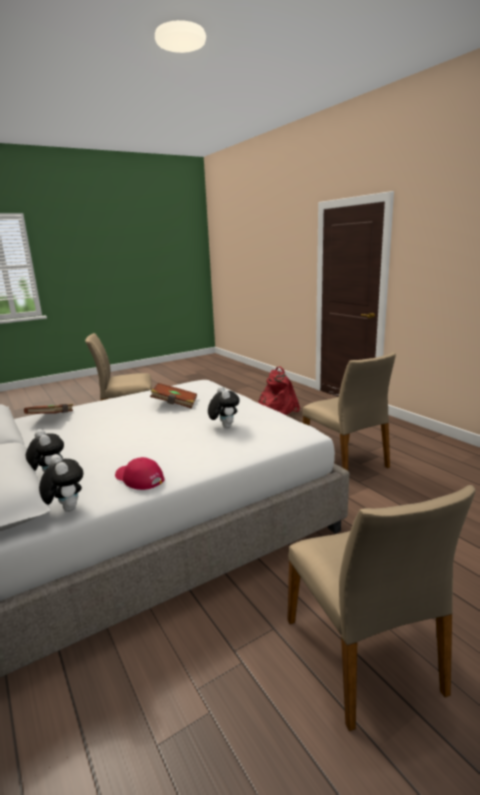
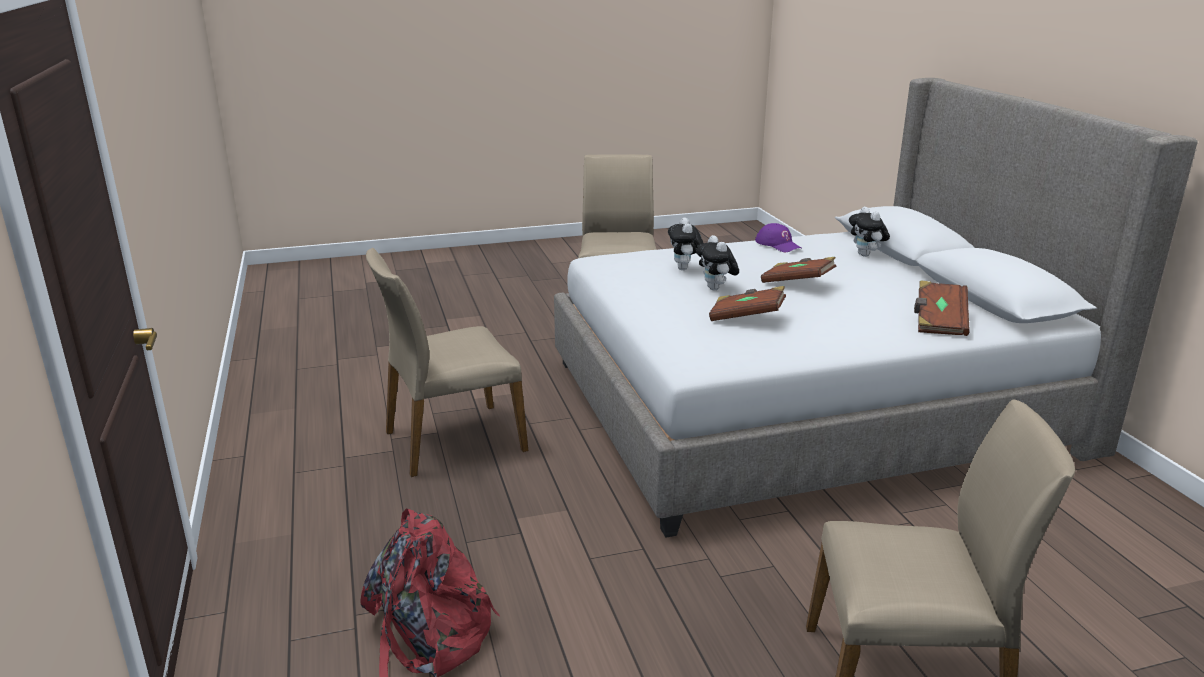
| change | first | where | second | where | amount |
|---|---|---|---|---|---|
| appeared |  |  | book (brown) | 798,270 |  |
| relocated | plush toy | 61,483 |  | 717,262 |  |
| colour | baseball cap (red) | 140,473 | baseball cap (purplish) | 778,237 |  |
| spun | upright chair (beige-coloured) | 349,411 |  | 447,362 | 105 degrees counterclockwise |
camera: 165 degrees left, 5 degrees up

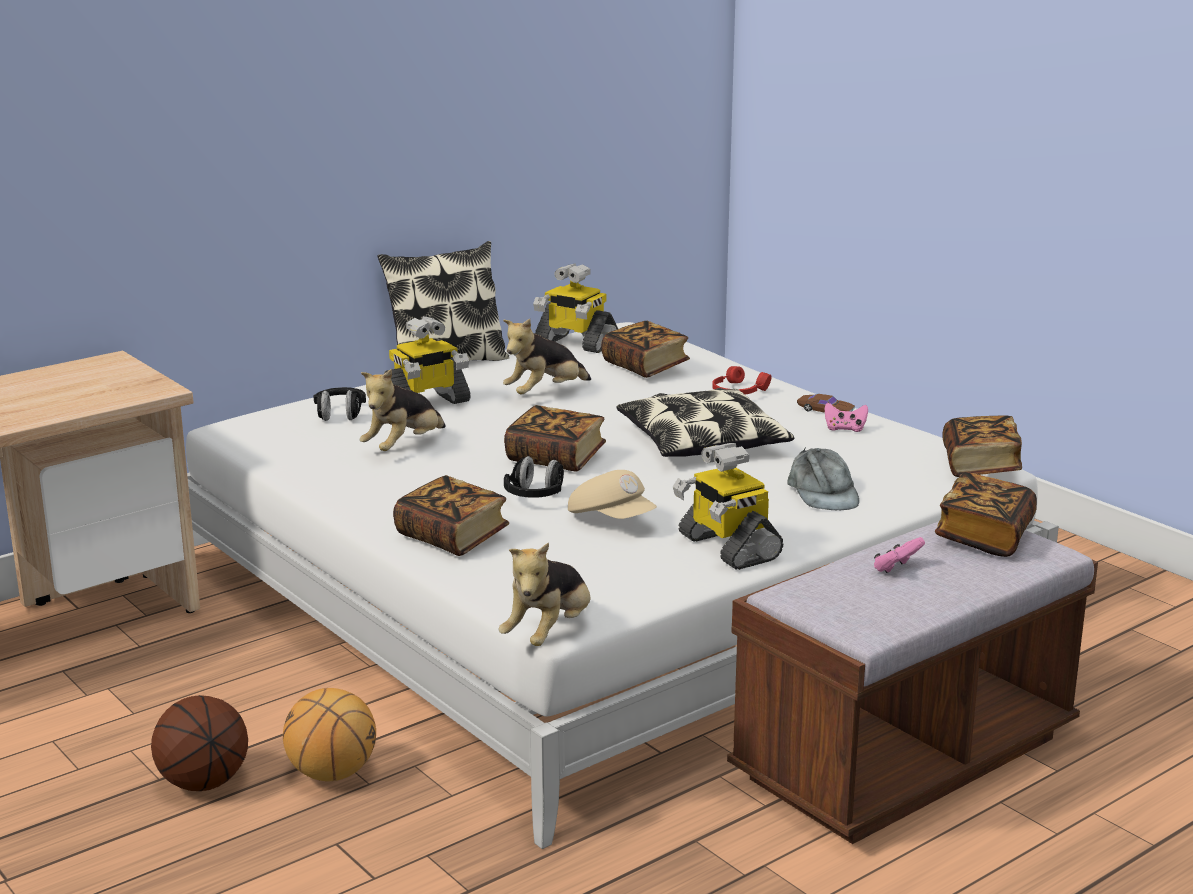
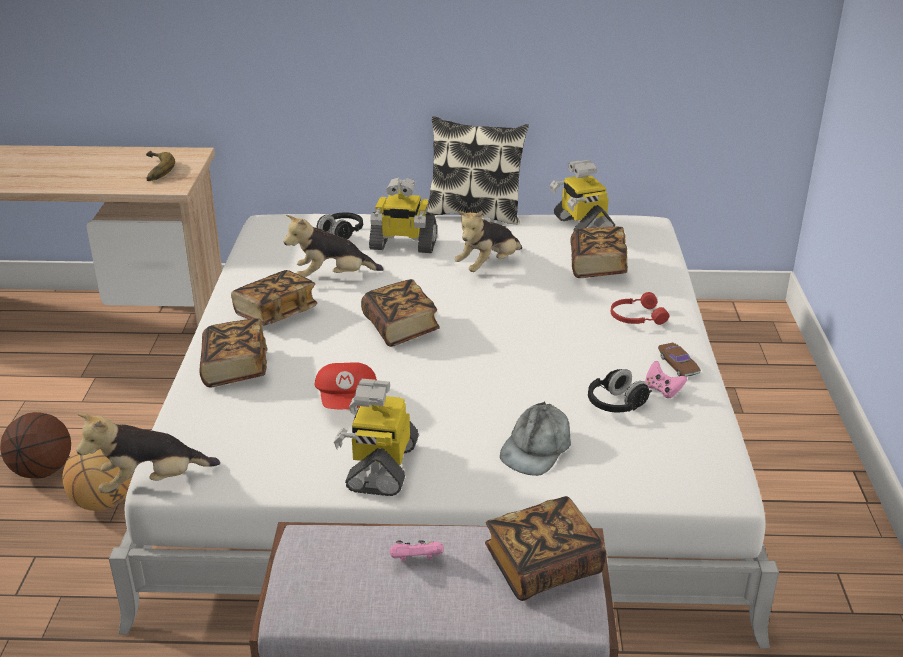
| change | first | where | second | where | amount |
|---|---|---|---|---|---|
| missing | cushion | 705,422 |  |  |  |
| appeared |  |  | banana | 160,166 |  |
| relocated | pair of headphones (blackish) | 534,477 |  | 620,391 |  |
| relocated | book | 982,446 |  | 274,297 |  |
| colour | baseball cap (beige-coloured) | 612,494 | baseball cap (red) | 345,385 |  |
| spun | plush toy | 547,356 |  | 488,241 | 45 degrees counterclockwise |
camera: 40 degrees right, 10 degrees up

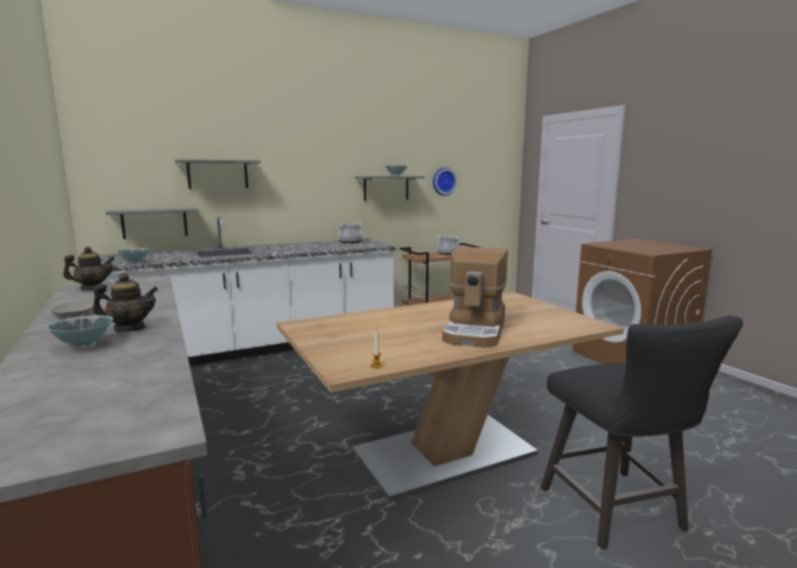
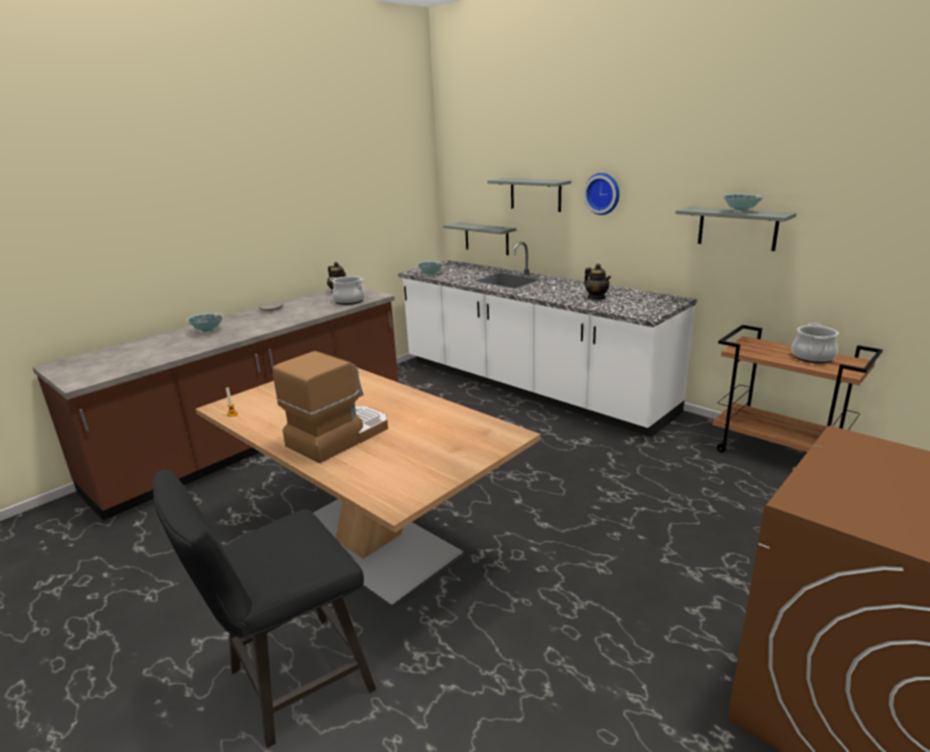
| change | first | where | second | where | amount |
|---|---|---|---|---|---|
| relocated | tea pot | 126,302 |  | 597,282 |  |
| relocated | saucepot | 350,233 |  | 347,290 |  |
| relocated | wall clock | 445,181 |  | 601,194 |  |
| spun | coffee brewer | 475,297 |  | 330,407 | 135 degrees clockwise |
camera: 70 degrees right, 10 degrees up

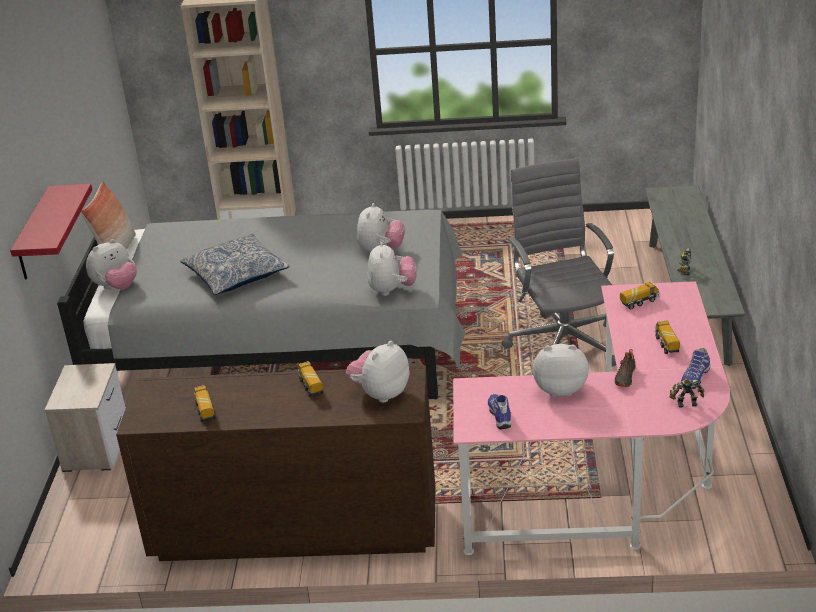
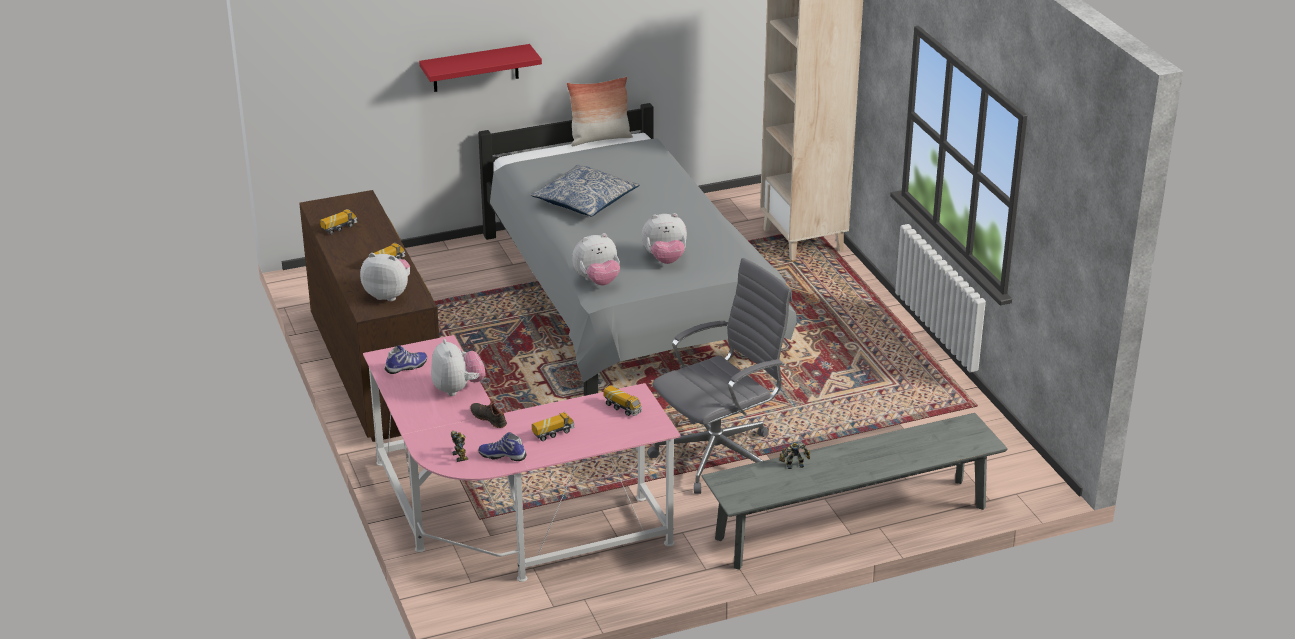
| change | first | where | second | where | amount |
|---|---|---|---|---|---|
| missing | bedside table | 85,417 |  |  |  |
| missing | plush toy | 111,264 |  |  |  |
| spun | shoe (blackish) | 625,368 |  | 488,414 | 45 degrees clockwise |
camera: 65 degrees right, 0 degrees up

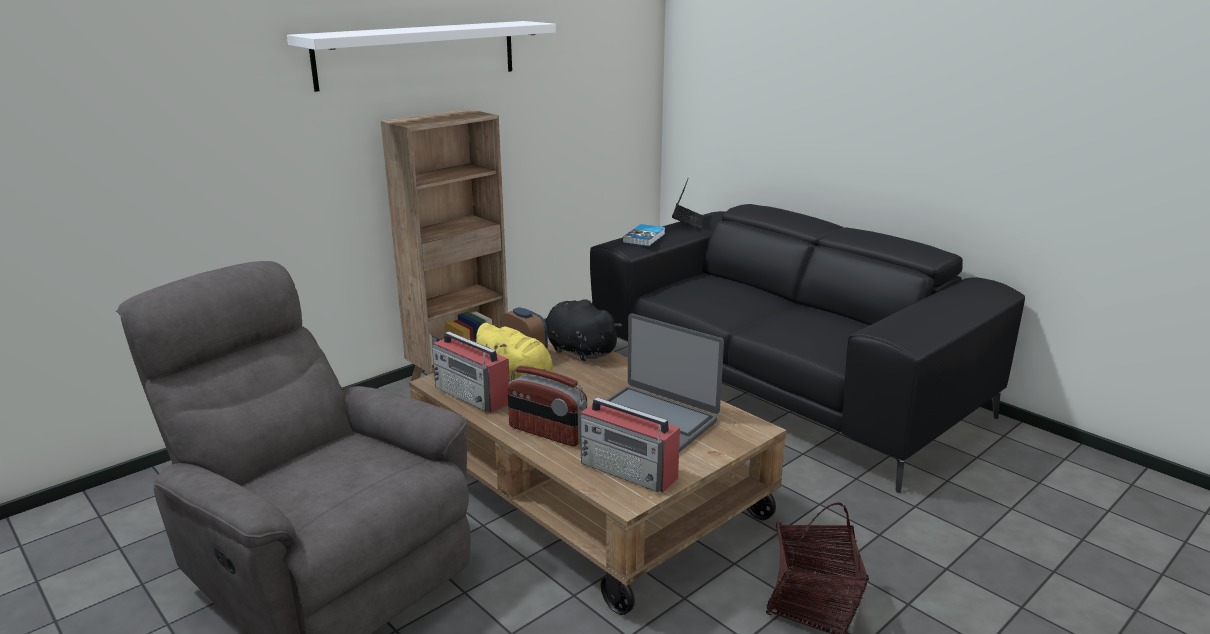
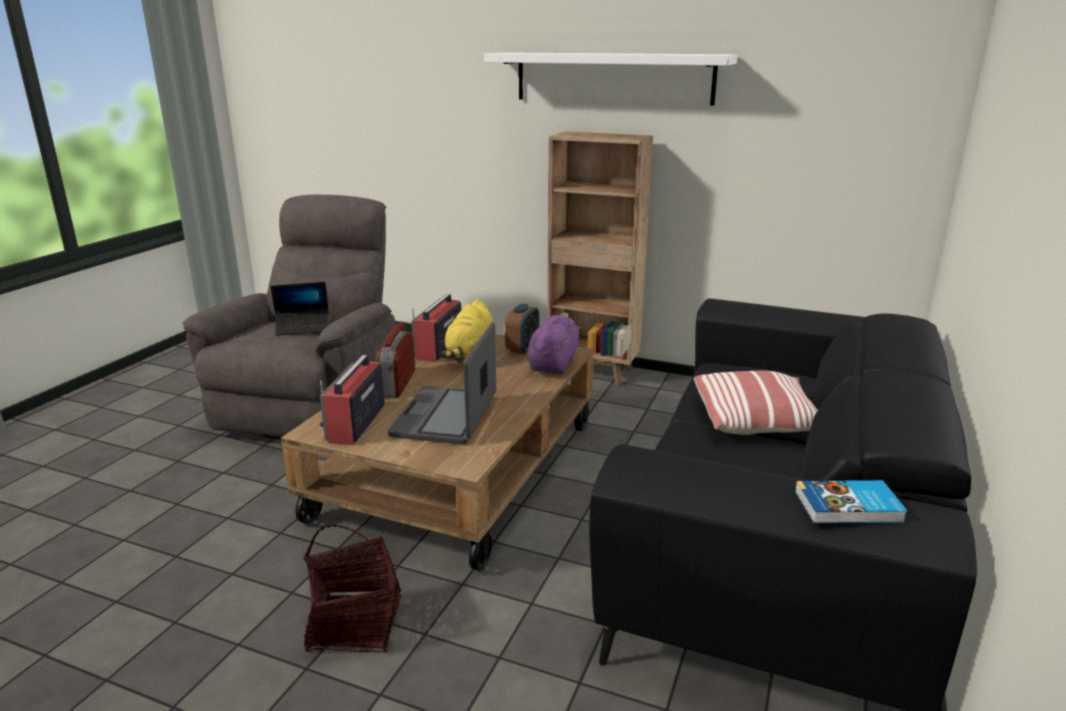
| change | first | where | second | where | amount |
|---|---|---|---|---|---|
| appeared |  |  | cushion | 756,403 |  |
| relocated | book | 644,235 |  | 851,501 |  |
| relocated | laptop | 688,204 |  | 300,309 |  |
| colour | plush toy (blackish) | 584,330 | plush toy (purplish) | 554,345 |  |
camera: 65 degrees right, 0 degrees up

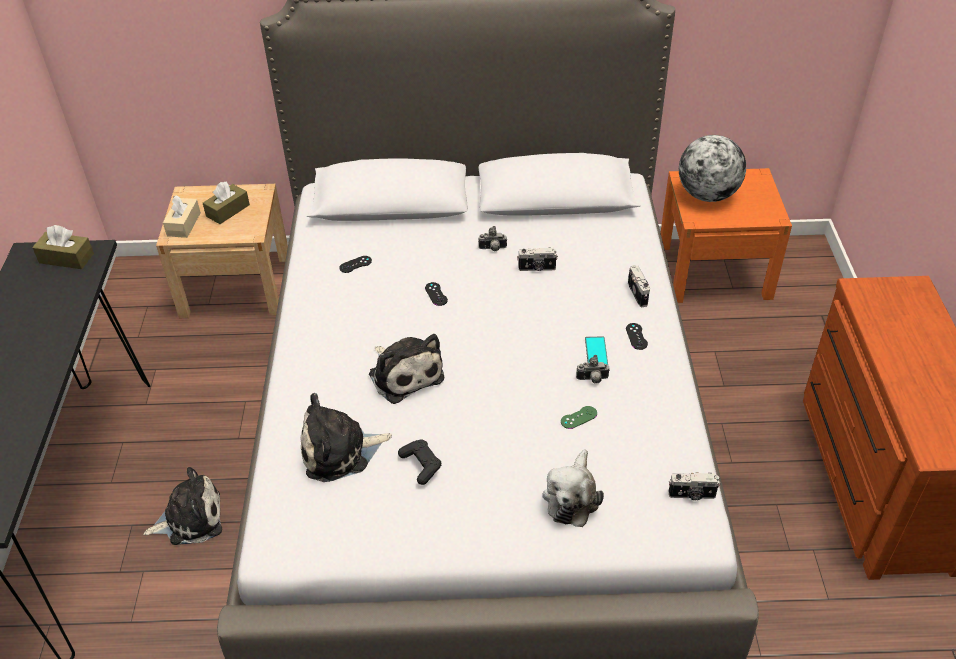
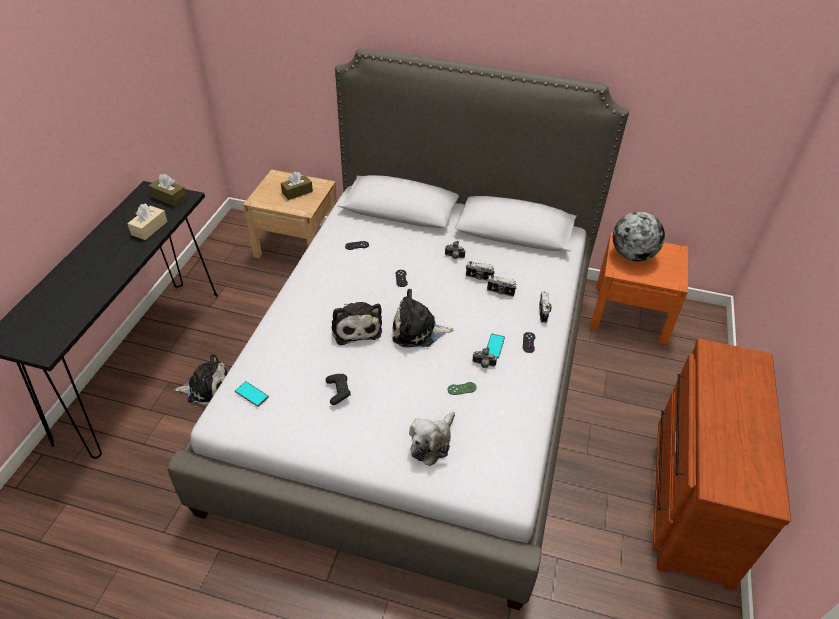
| change | first | where | second | where | amount |
|---|---|---|---|---|---|
| appeared |  |  | handset | 252,394 |  |
| relocated | tissue box (beige-coloured) | 182,216 |  | 147,222 |  |
| relocated | plush toy | 346,437 |  | 423,318 |  |
| relocated | still camera | 694,486 |  | 502,286 |  |
camera: 15 degrees right, 0 degrees up

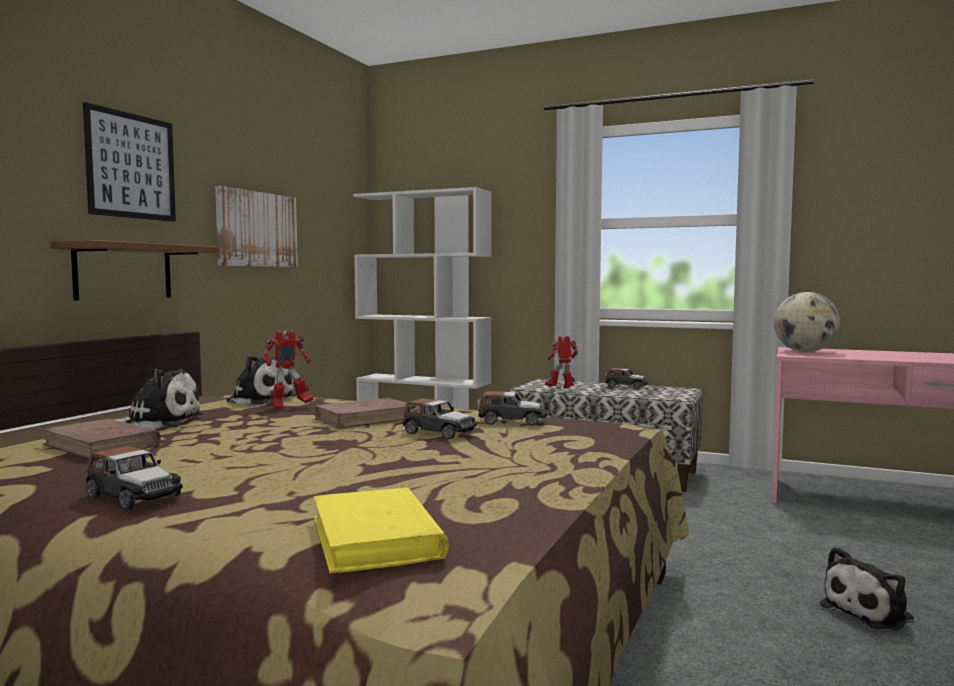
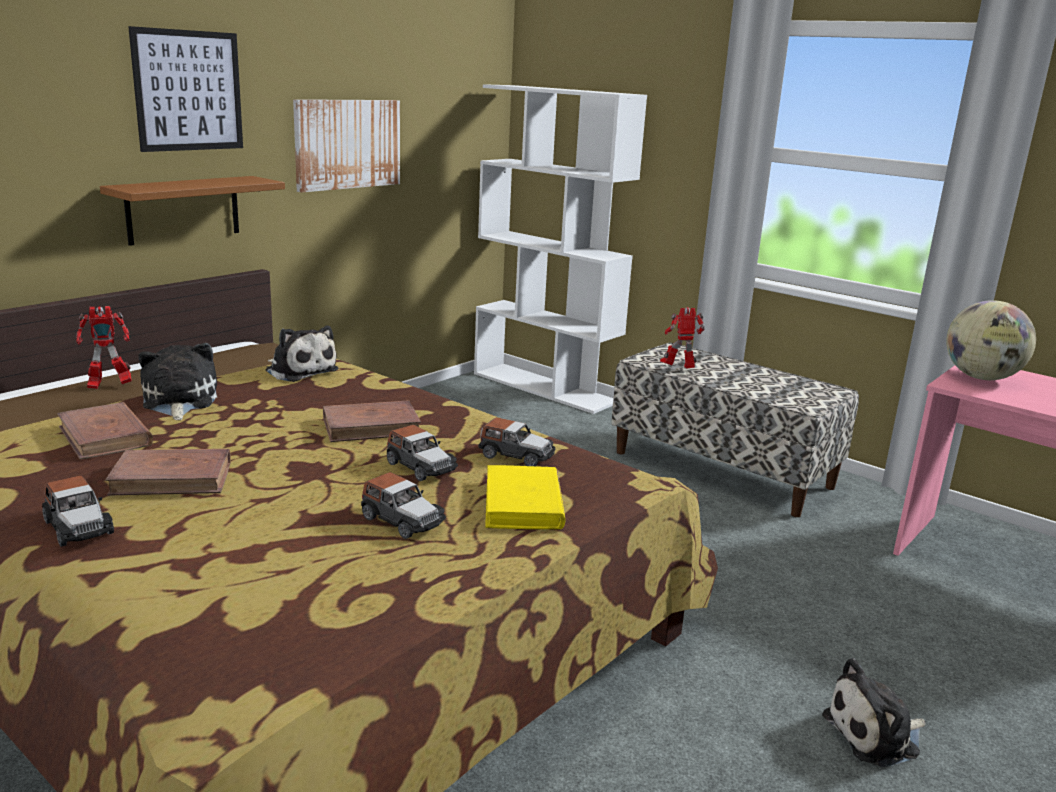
| change | first | where | second | where | amount |
|---|---|---|---|---|---|
| appeared |  |  | book (brown) | 168,472 |  |
| relocated | model robot | 288,369 |  | 104,347 |  |
| relocated | book (yellow) | 381,530 |  | 525,497 |  |
| relocated | toy car | 626,378 |  | 403,505 |  |
| spun | plush toy | 159,399 |  | 177,381 | 120 degrees counterclockwise |
camera: 15 degrees right, 15 degrees up

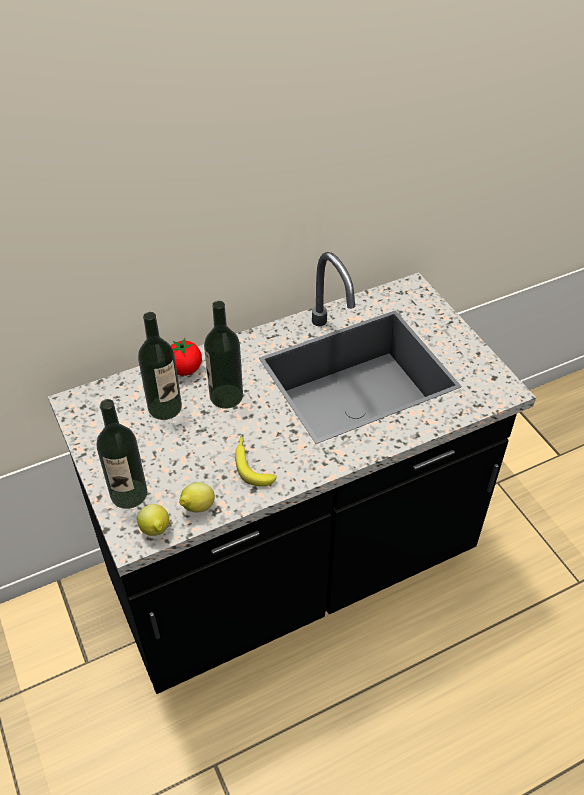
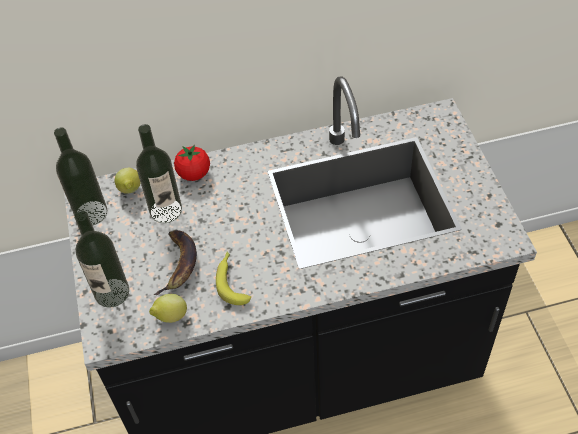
| change | first | where | second | where | amount |
|---|---|---|---|---|---|
| appeared |  |  | banana | 175,262 |  |
| relocated | whole lemon | 153,520 |  | 128,181 |  |
| relocated | bottle | 223,355 |  | 80,176 |  |
camera: 15 degrees right, 5 degrees up

